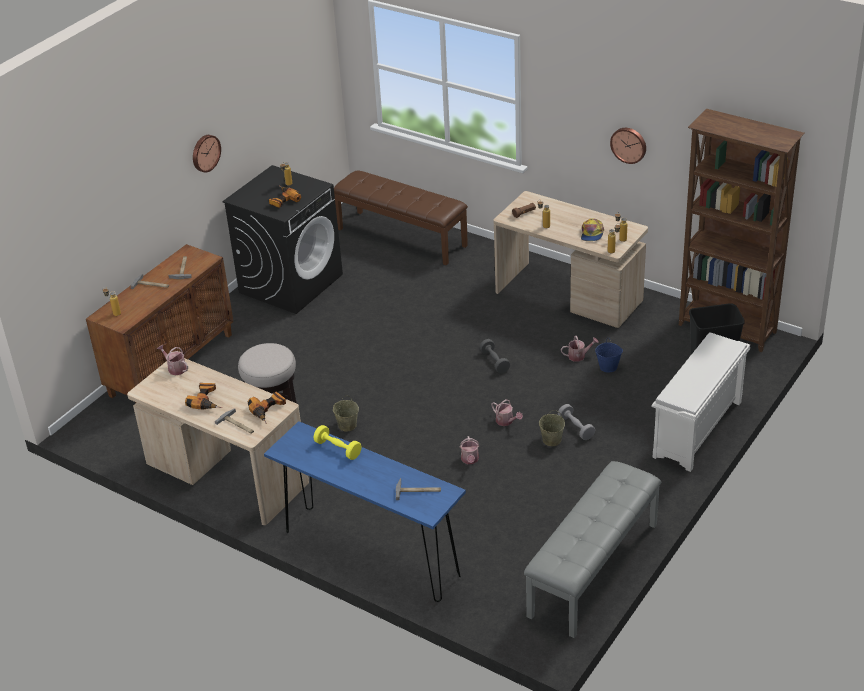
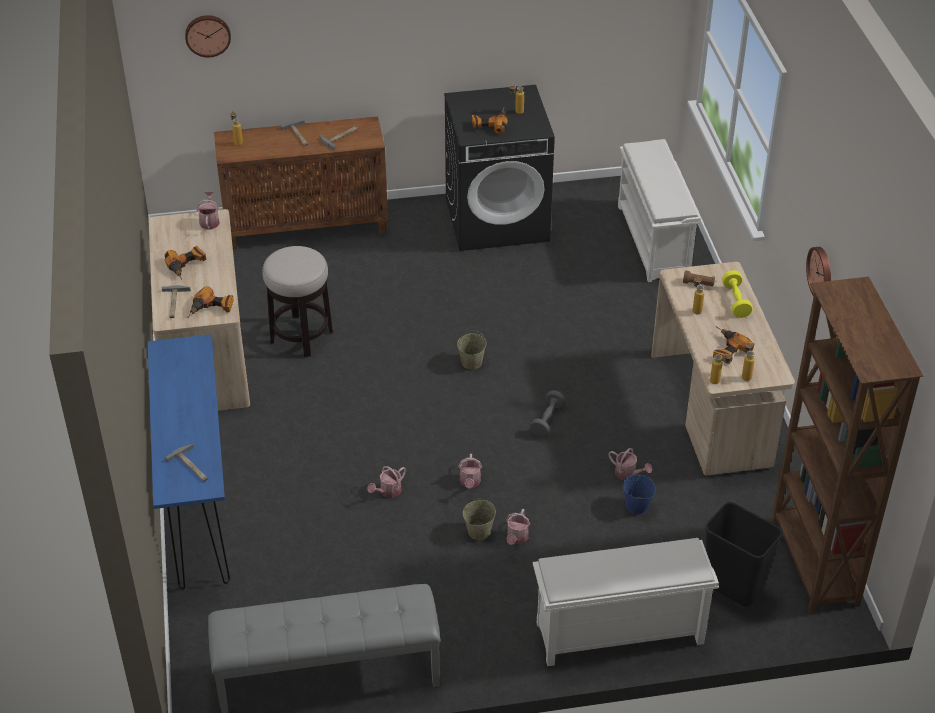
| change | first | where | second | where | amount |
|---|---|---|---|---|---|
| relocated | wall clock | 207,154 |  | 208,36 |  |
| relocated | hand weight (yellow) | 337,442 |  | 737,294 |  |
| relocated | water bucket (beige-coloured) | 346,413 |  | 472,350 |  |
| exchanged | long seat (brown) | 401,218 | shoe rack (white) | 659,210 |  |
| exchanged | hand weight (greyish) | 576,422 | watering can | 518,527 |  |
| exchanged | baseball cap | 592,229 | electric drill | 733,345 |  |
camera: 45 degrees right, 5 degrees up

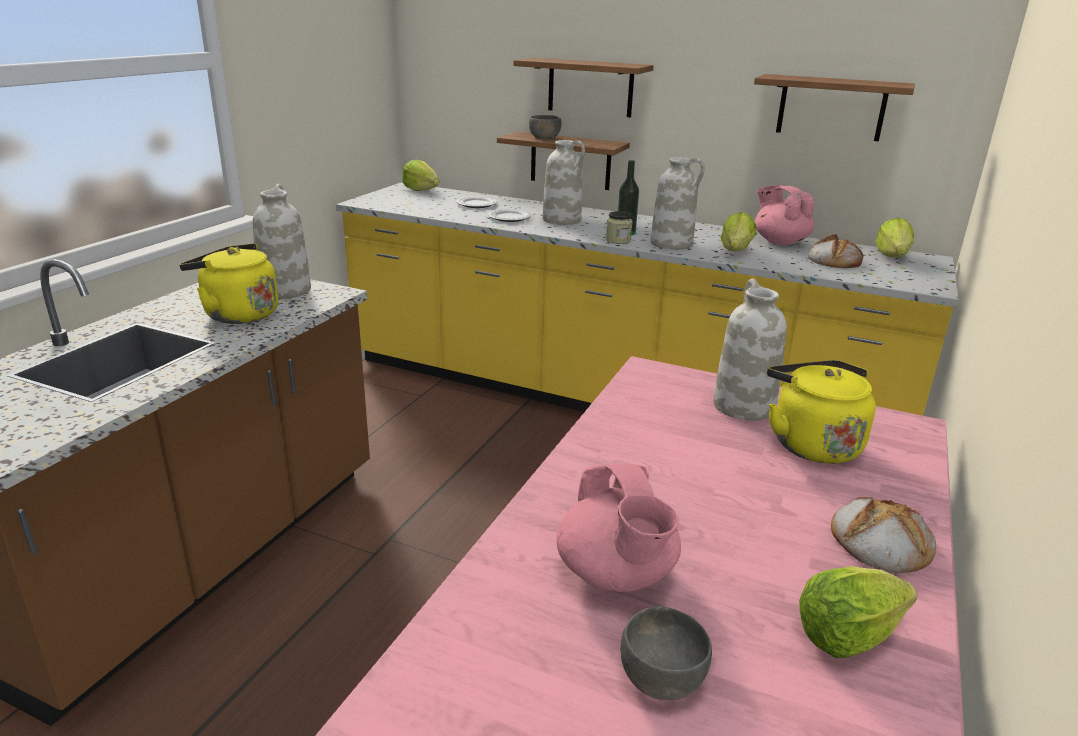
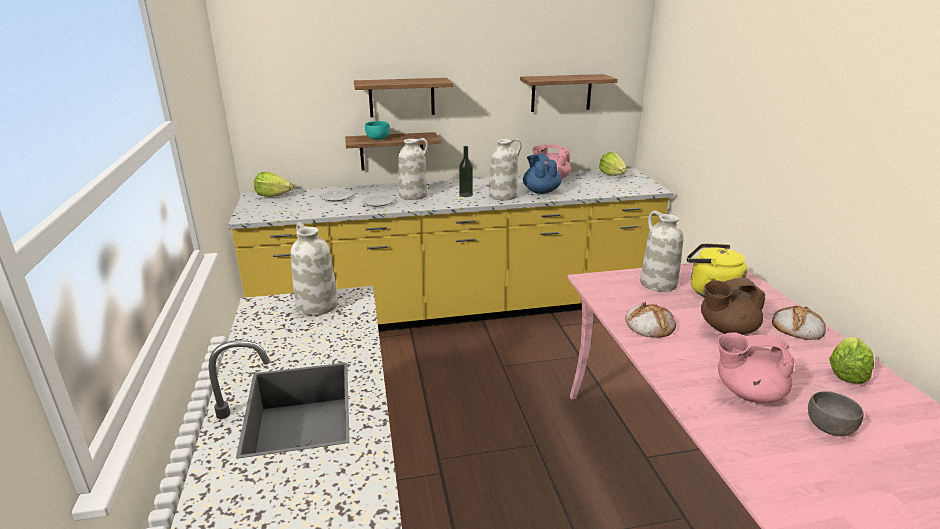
| change | first | where | second | where | amount |
|---|---|---|---|---|---|
| missing | tea kettle (yellow) | 228,283 |  |  |  |
| missing | jar | 619,227 |  |  |  |
| appeared |  |  | tea pot (brown) | 733,306 |  |
| relocated | bakery bread | 836,251 |  | 650,320 |  |
| exchanged | lettuce head | 738,231 | tea pot (blue-coloured) | 542,173 |  |
| colour | bowl (greyish) | 545,127 | bowl (turquoise-coloured) | 377,130 |  |
| spun | tea pot (pinkish) | 619,527 |  | 756,367 | 150 degrees clockwise |
camera: 35 degrees left, 0 degrees up

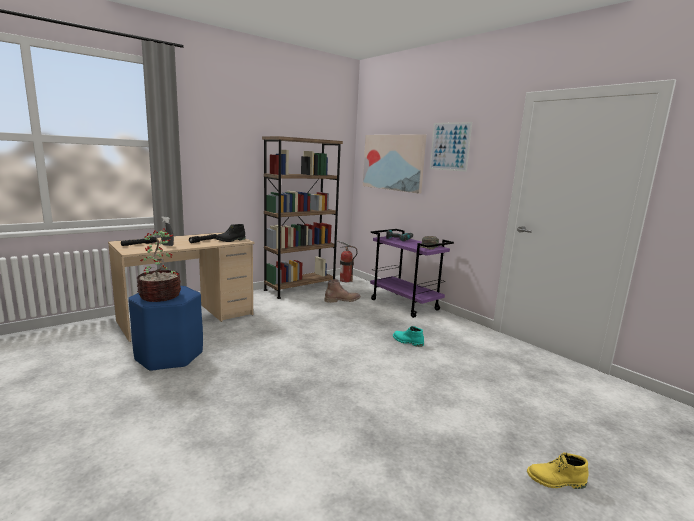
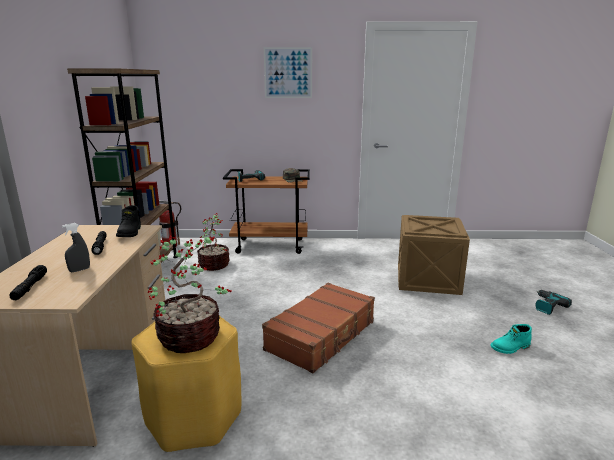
| change | first | where | second | where | amount |
|---|---|---|---|---|---|
| missing | wall picture | 394,164 |  |  |  |
| appeared |  |  | piece of luggage (brown) | 318,328 |  |
| appeared |  |  | packing crate | 434,255 |  |
| relocated | tall boot (turquoise-coloured) | 408,336 |  | 511,339 |  |
| exchanged | tall boot (brown) | 342,291 | potted plant | 213,242 |  |
| exchanged | tall boot (yellow) | 557,471 | electric drill | 553,302 |  |
| colour | stool seat (blue-coloured) | 165,328 | stool seat (yellow) | 186,384 |  |
| colour | cart (purplish) | 412,273 | cart (brown) | 266,211 |  |
camera: 50 degrees left, 5 degrees up

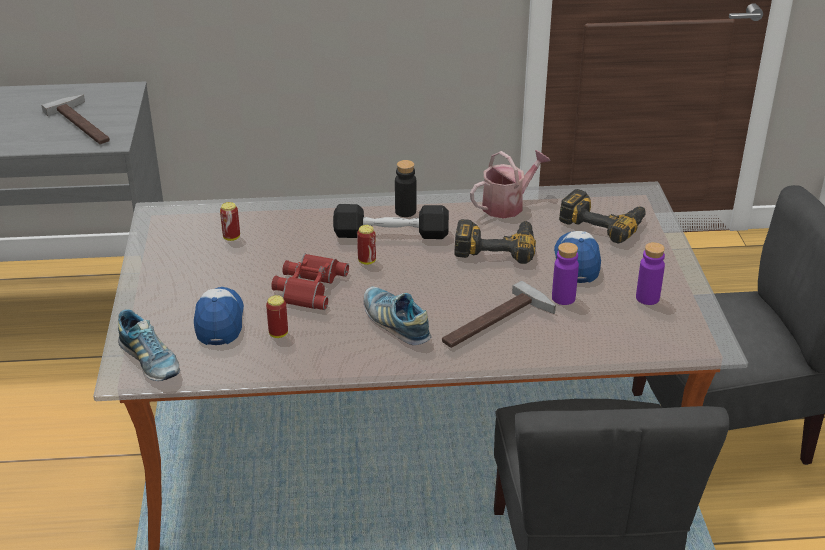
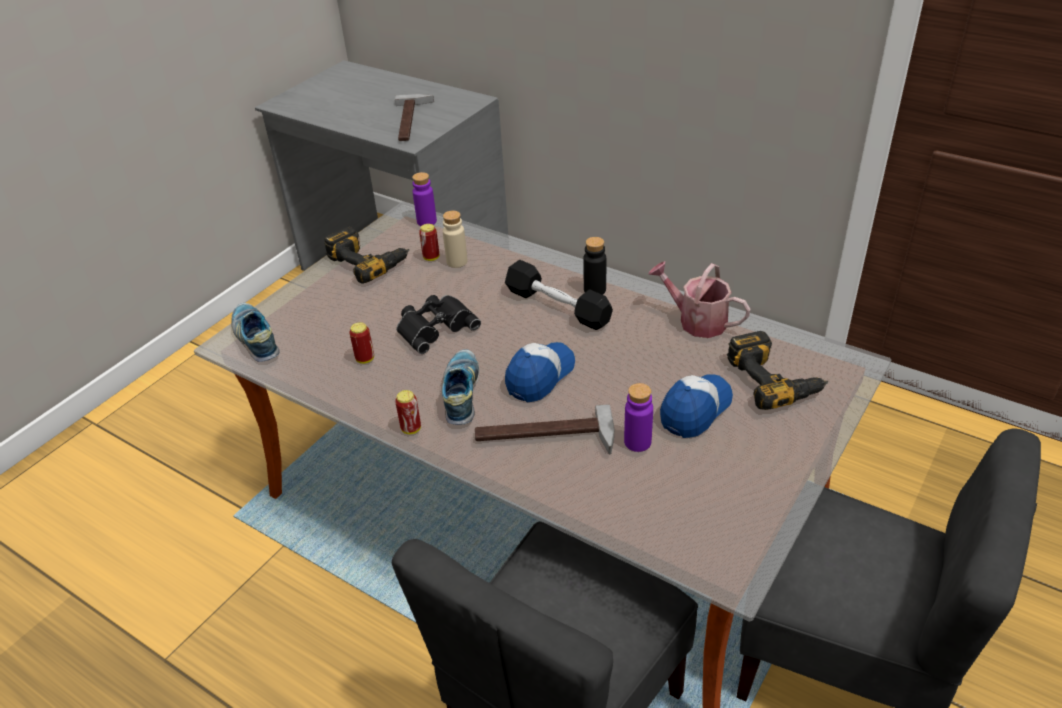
| change | first | where | second | where | amount |
|---|---|---|---|---|---|
| appeared |  |  | bottle (beige-coloured) | 455,239 |  |
| relocated | baseball cap | 219,316 |  | 540,372 |  |
| relocated | can | 366,245 |  | 408,412 |  |
| relocated | electric drill | 495,241 |  | 366,255 |  |
| relocated | bottle (purplish) | 650,273 |  | 424,199 |  |
| colour | field glasses (red) | 310,282 | field glasses (blackish) | 438,324 |  |
| spun | shoe | 149,345 |  | 255,332 | 150 degrees clockwise |
| spun | watering can | 510,184 |  | 700,299 | 150 degrees counterclockwise |
camera: 40 degrees right, 5 degrees up

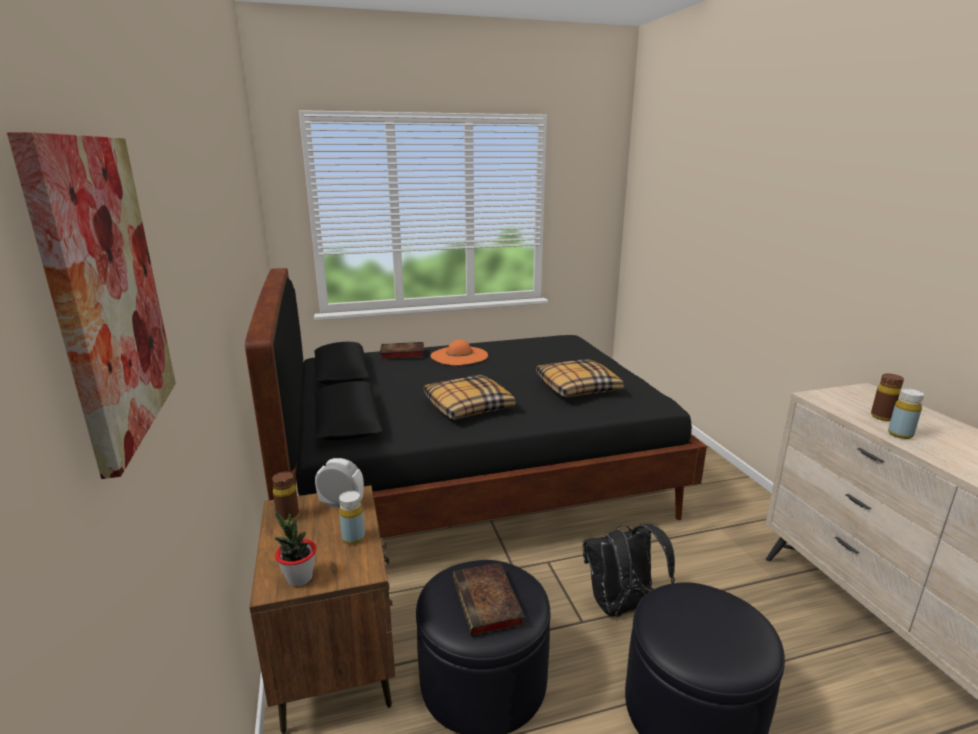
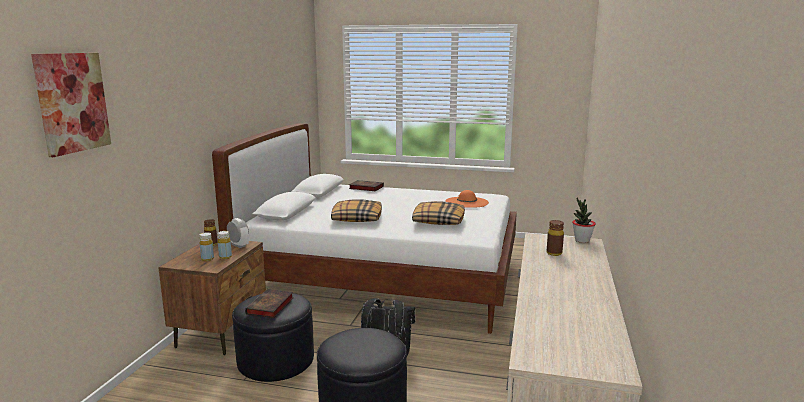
| change | first | where | second | where | amount |
|---|---|---|---|---|---|
| relocated | potted plant | 295,549 |  | 584,220 |  |
| relocated | wearable hat (orangey) | 459,352 |  | 467,199 |  |
| relocated | bottle (yellow) | 906,413 |  | 207,246 |  |
| colour | sleeping bed (blackish) | 476,403 | sleeping bed (white) | 364,228 |  |
camera: 30 degrees right, 5 degrees down

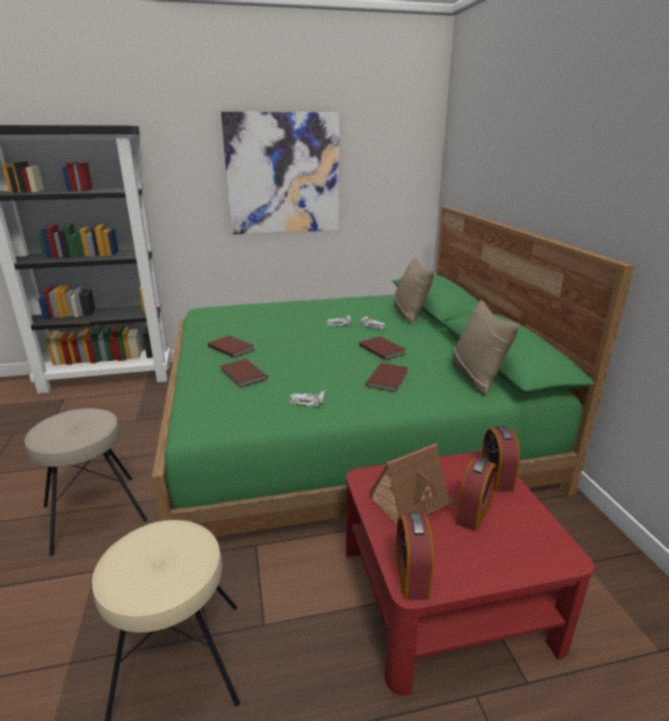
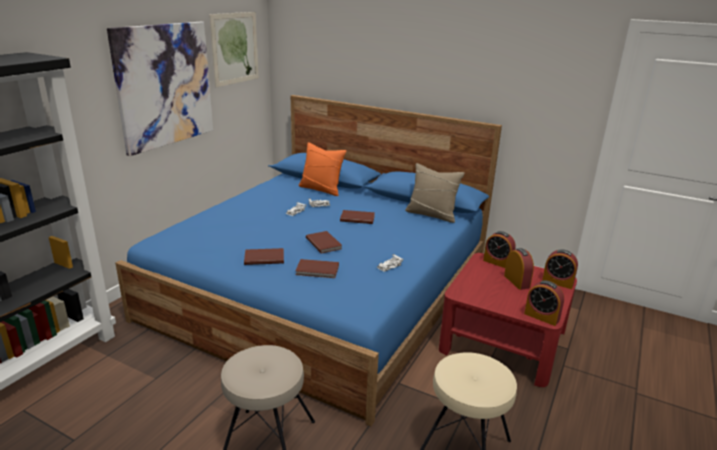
| change | first | where | second | where | amount |
|---|---|---|---|---|---|
| missing | miniature house | 412,483 |  |  |  |
| appeared |  |  | wall picture | 234,49 |  |
| appeared |  |  | alarm clock | 560,269 |  |
| relocated | book (brown) | 387,377 |  | 324,242 |  |
| colour | sleeping bed (green-coloured) | 393,371 | sleeping bed (blue-coloured) | 308,260 |  |
| colour | cushion (beige-coloured) | 414,291 | cushion (orangey) | 322,169 |  |
camera: 50 degrees left, 0 degrees up

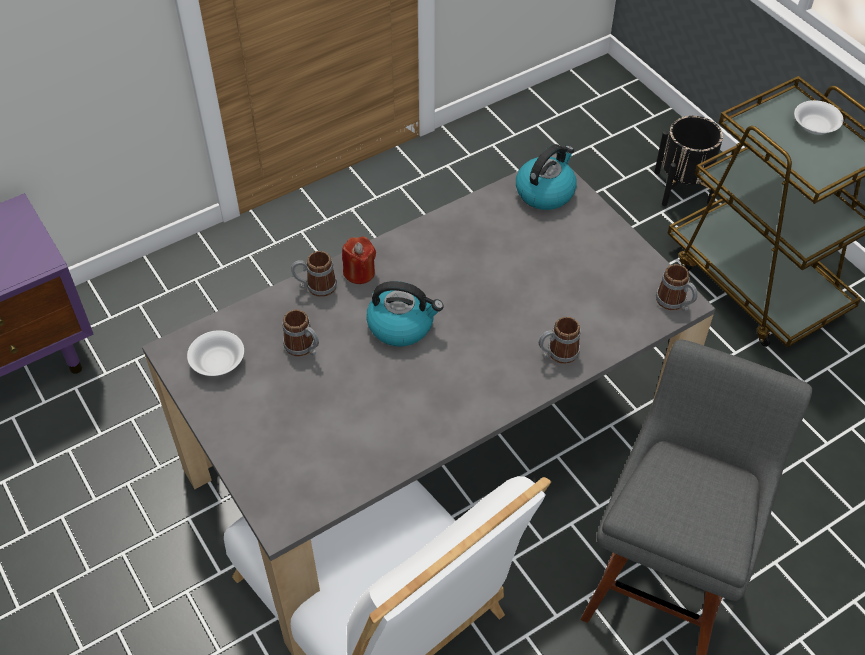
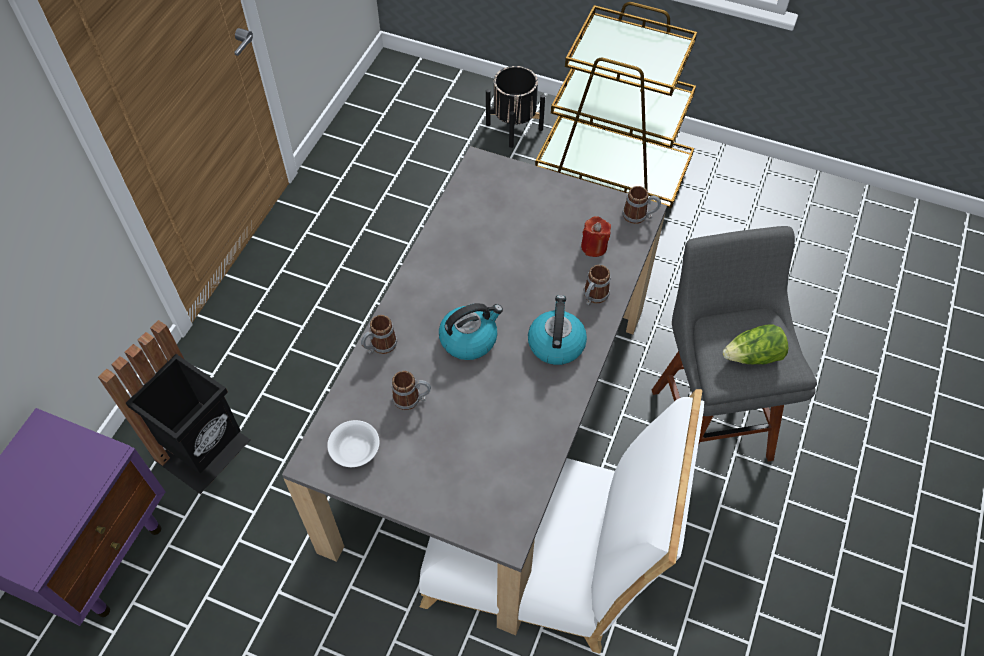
| change | first | where | second | where | amount |
|---|---|---|---|---|---|
| missing | bowl (white) | 818,117 |  |  |  |
| appeared |  |  | rubbish bin (blackish) | 174,407 |  |
| appeared |  |  | lettuce head | 755,344 |  |
| relocated | wax candle (red) | 359,260 |  | 596,236 |  |
| relocated | tea kettle | 546,177 |  | 557,330 |  |
camera: 35 degrees left, 5 degrees up

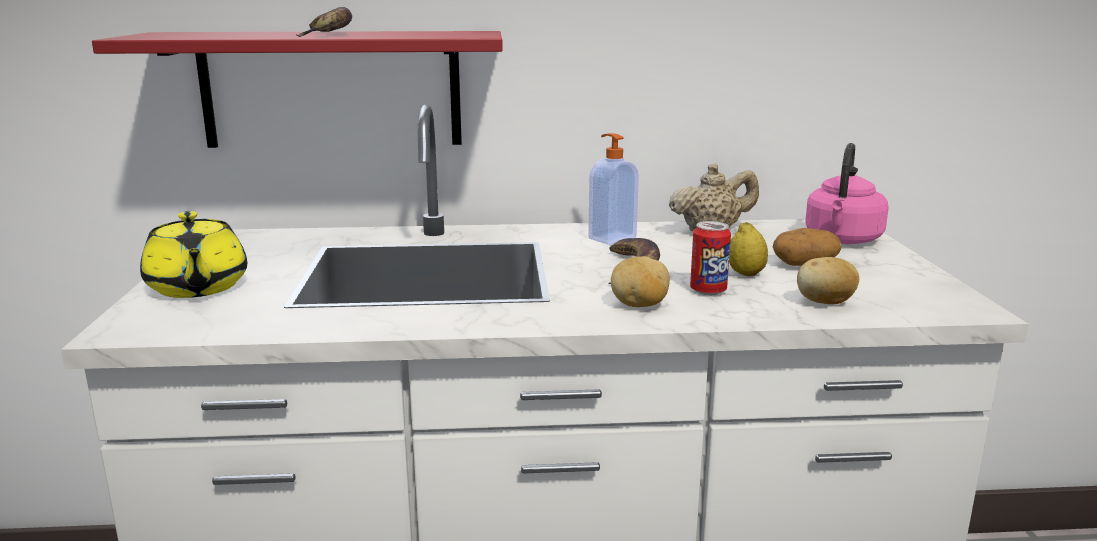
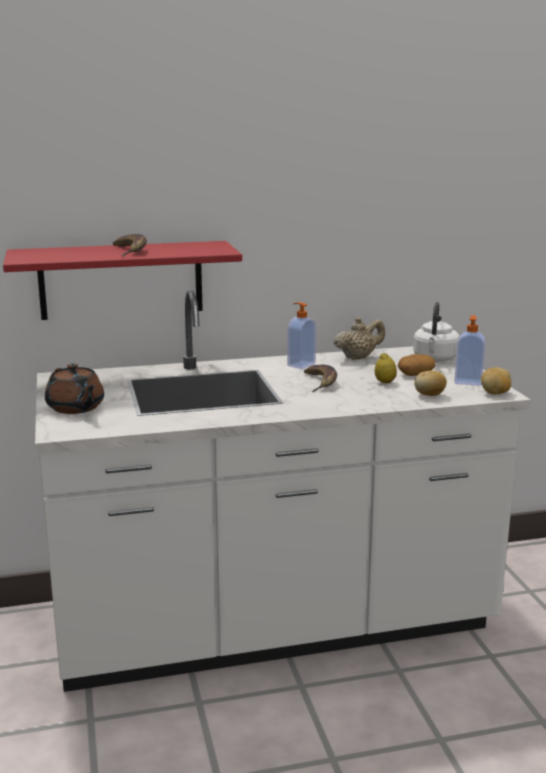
| change | first | where | second | where | amount |
|---|---|---|---|---|---|
| missing | can | 710,258 |  |  |  |
| appeared |  |  | liquid soap bottle | 470,350 |  |
| relocated | potato | 640,281 |  | 496,380 |  |
| colour | tea pot (yellow) | 193,254 | tea pot (brown) | 74,388 |  |
| colour | tea kettle (pinkish) | 847,193 | tea kettle (white) | 436,331 |  |
camera: 10 degrees left, 0 degrees up

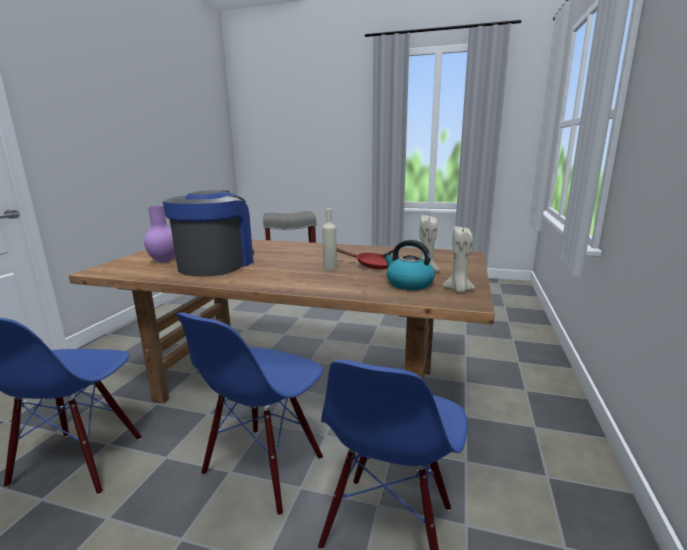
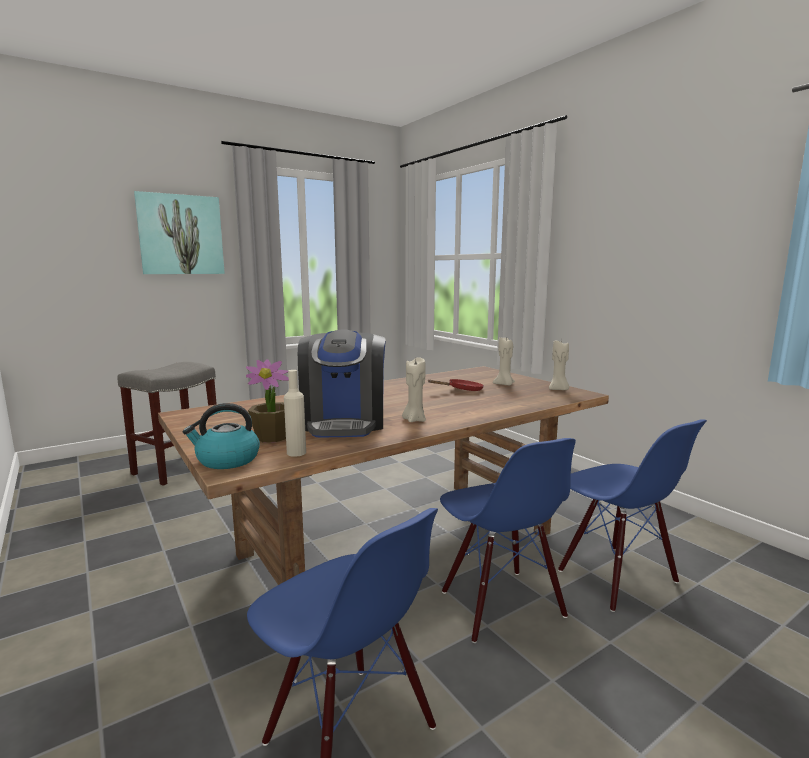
| change | first | where | second | where | amount |
|---|---|---|---|---|---|
| appeared |  |  | wall picture | 179,232 |  |
| appeared |  |  | wax candle (beige-coloured) | 414,389 |  |
| relocated | bottle (beige-coloured) | 329,239 |  | 295,413 |  |
| relocated | tea kettle | 409,265 |  | 221,436 |  |
| exchanged | flower vase (purplish) | 159,234 | potted plant | 267,401 |  |
| spun | coffee brewer | 208,233 |  | 342,383 | 150 degrees counterclockwise |
camera: 50 degrees left, 5 degrees down

